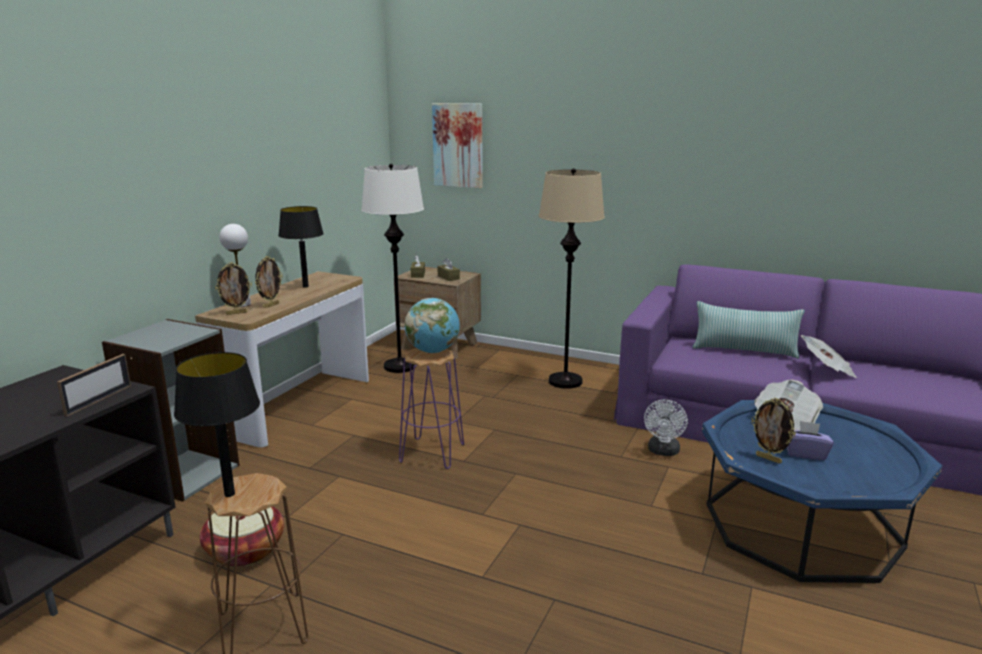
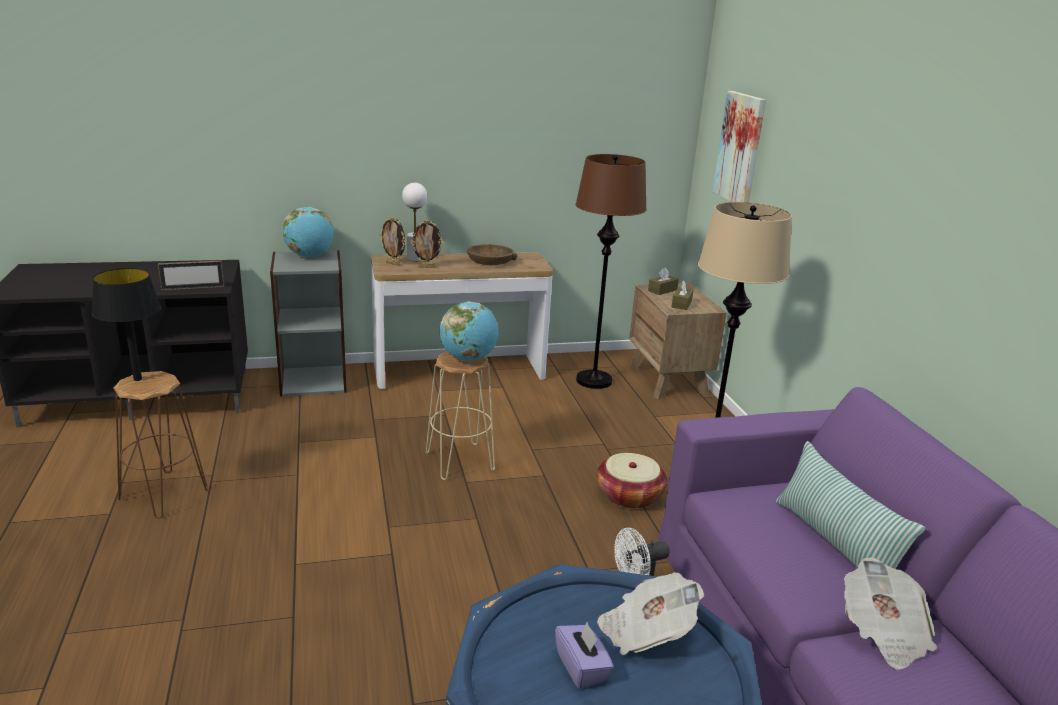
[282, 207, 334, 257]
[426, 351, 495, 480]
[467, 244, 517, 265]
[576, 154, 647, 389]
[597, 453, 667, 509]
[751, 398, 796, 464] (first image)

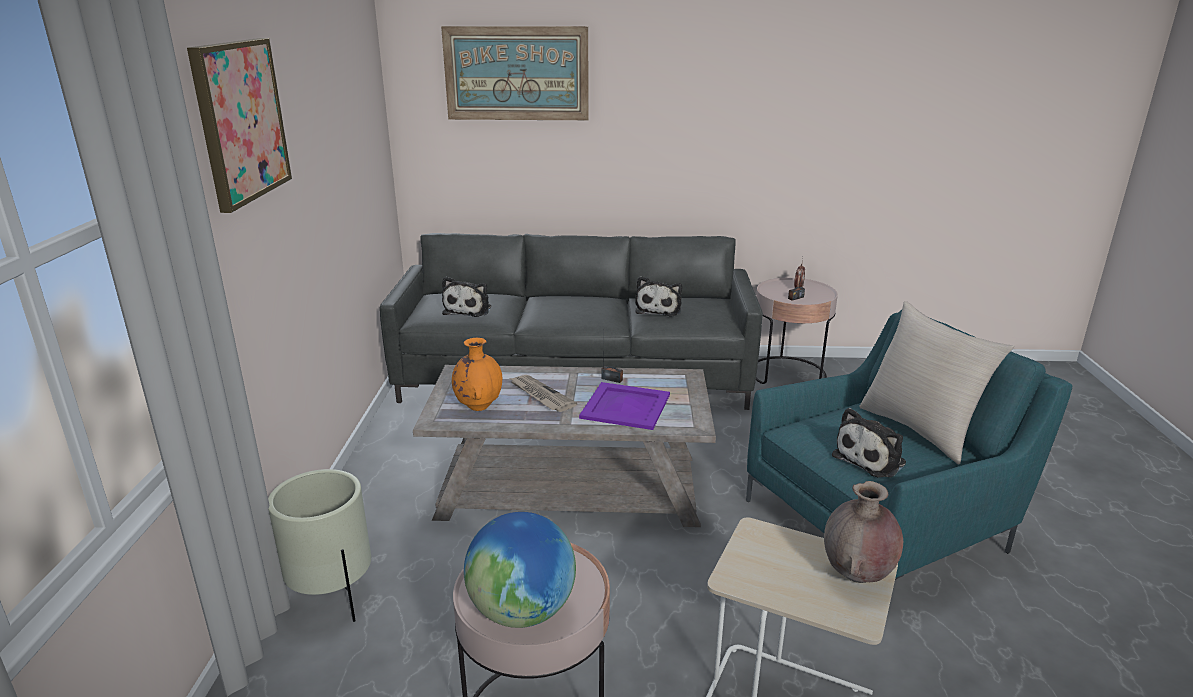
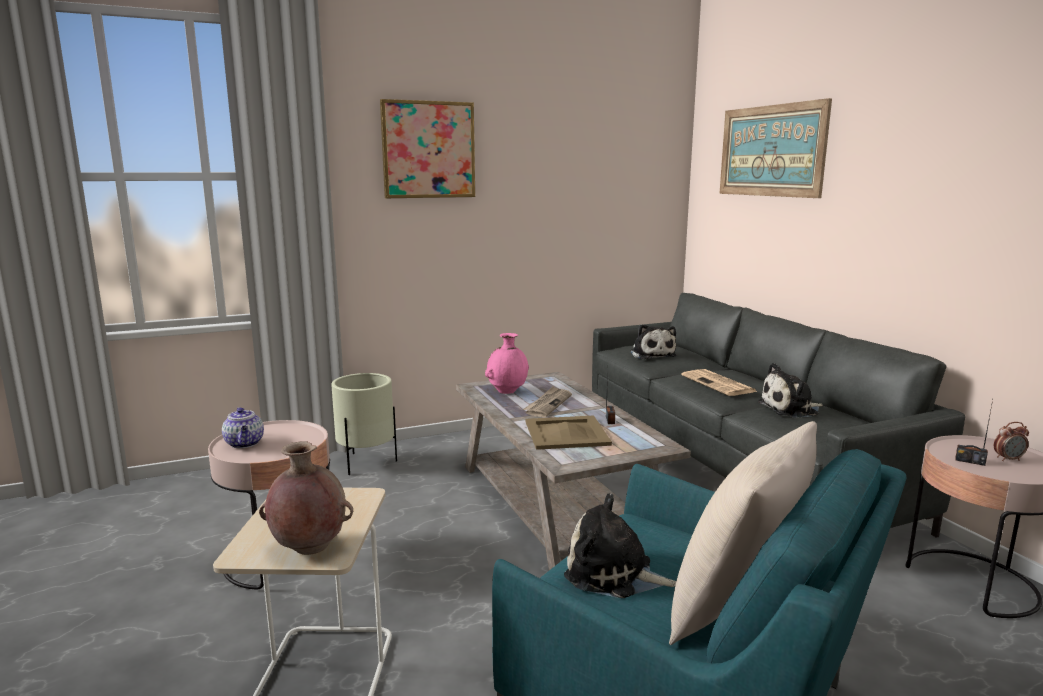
[222, 407, 264, 448]
[485, 333, 529, 394]
[525, 415, 612, 450]
[630, 324, 676, 359]
[681, 369, 757, 396]

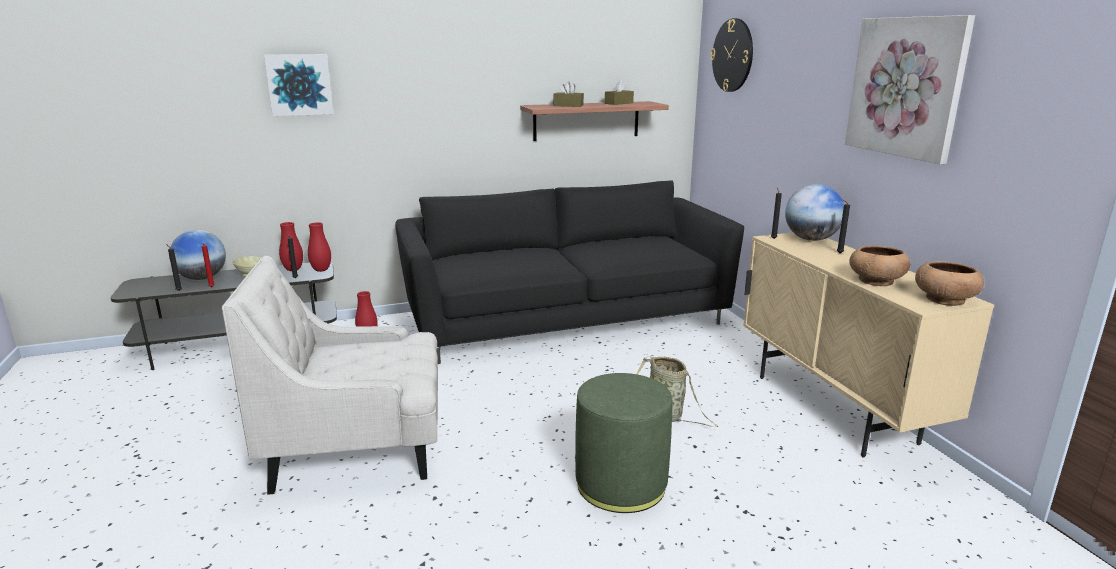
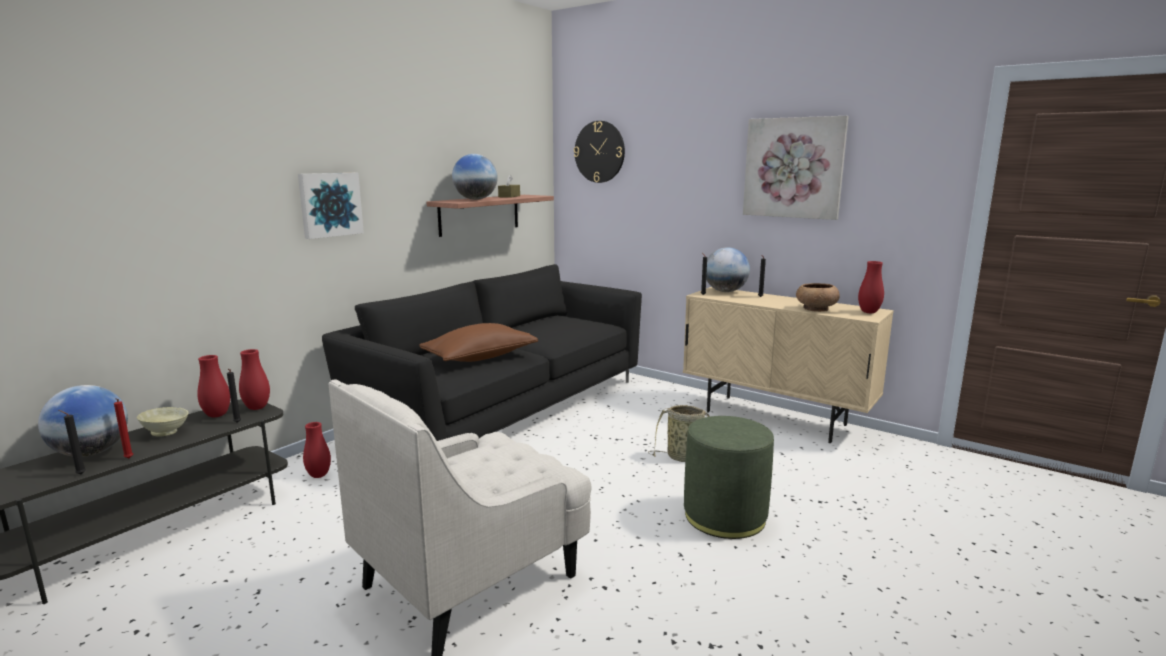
[298, 173, 364, 239]
[419, 323, 538, 362]
[452, 154, 498, 200]
[858, 261, 884, 313]

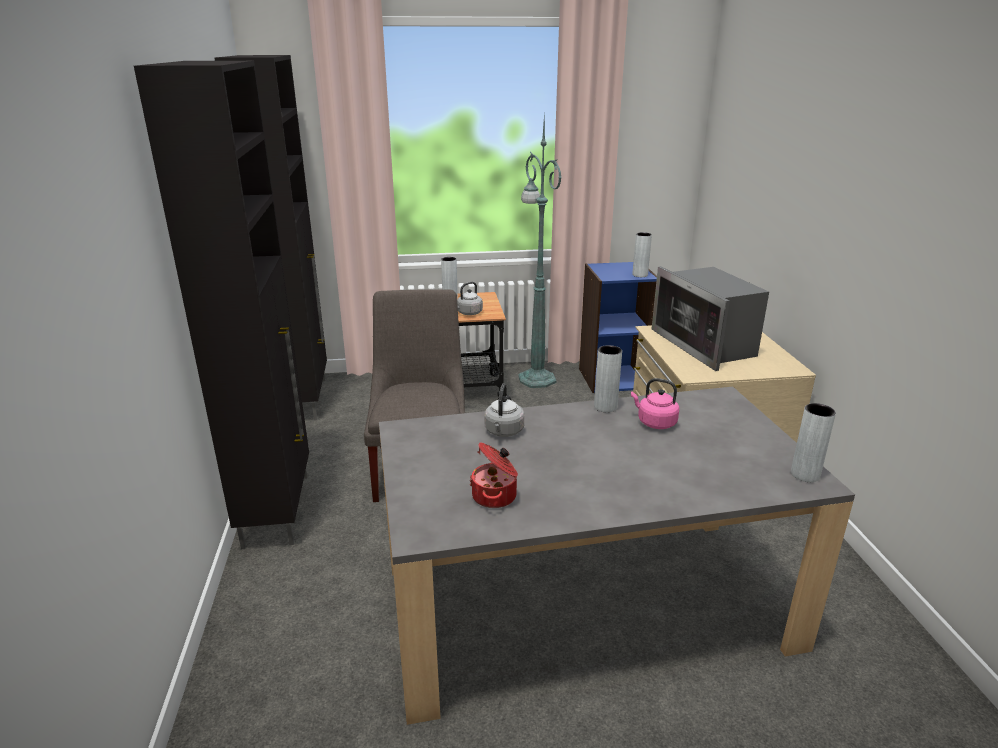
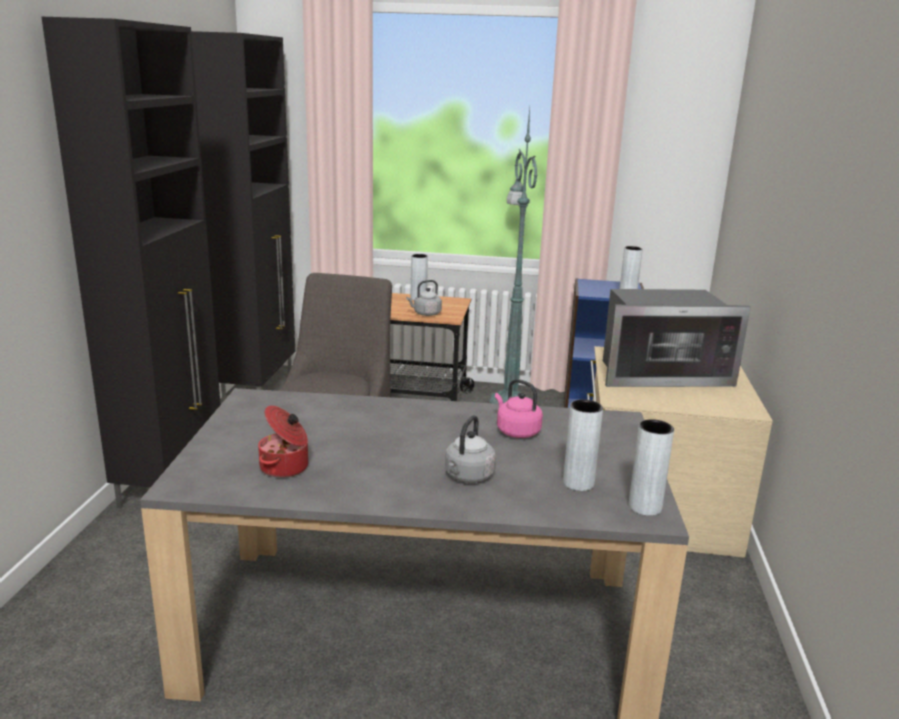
[445, 415, 496, 483]
[563, 400, 603, 491]
[603, 289, 751, 387]

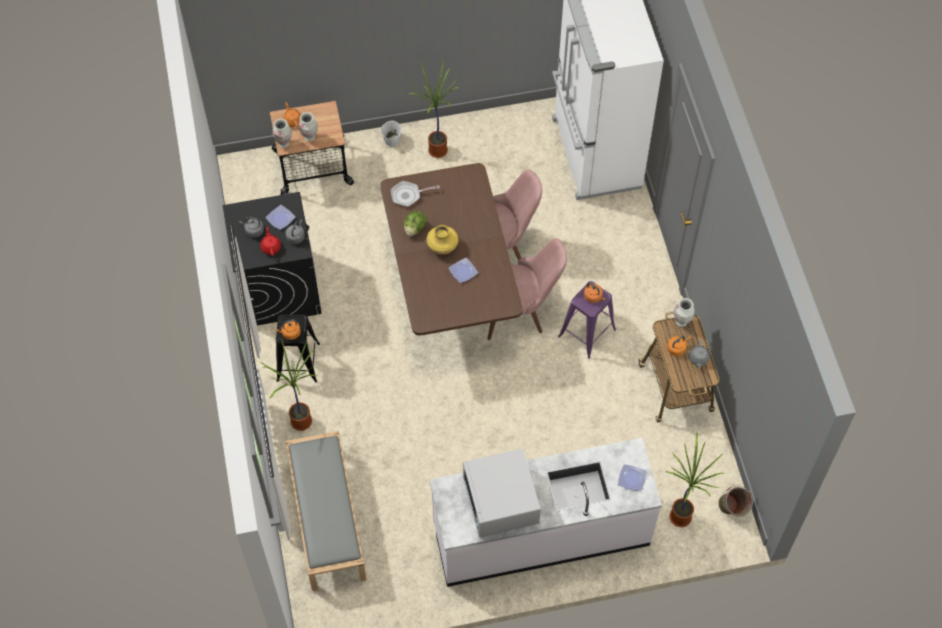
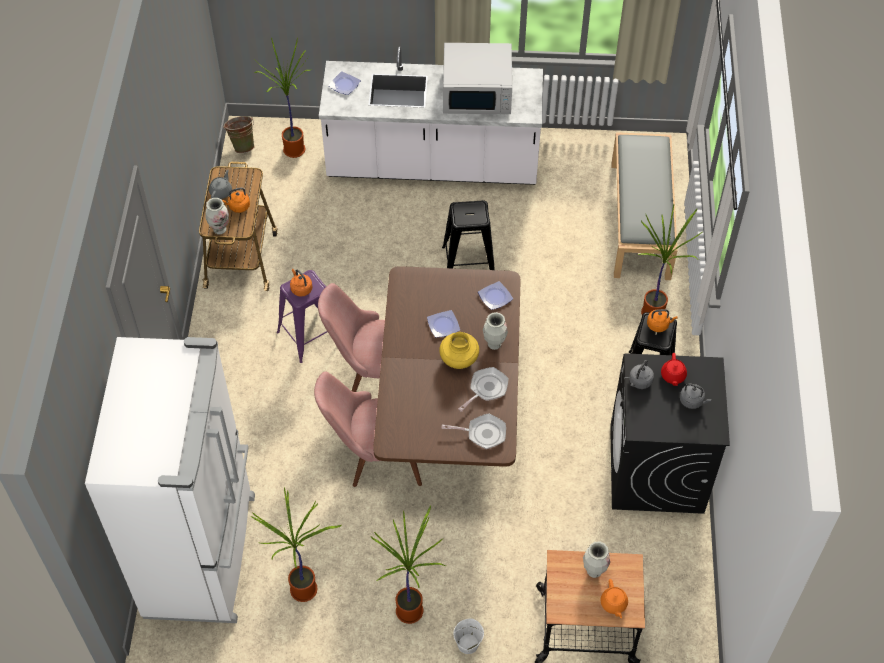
[251, 488, 341, 602]
[442, 200, 494, 270]
[443, 43, 512, 114]
[458, 367, 509, 412]
[478, 281, 513, 310]
[483, 312, 508, 350]

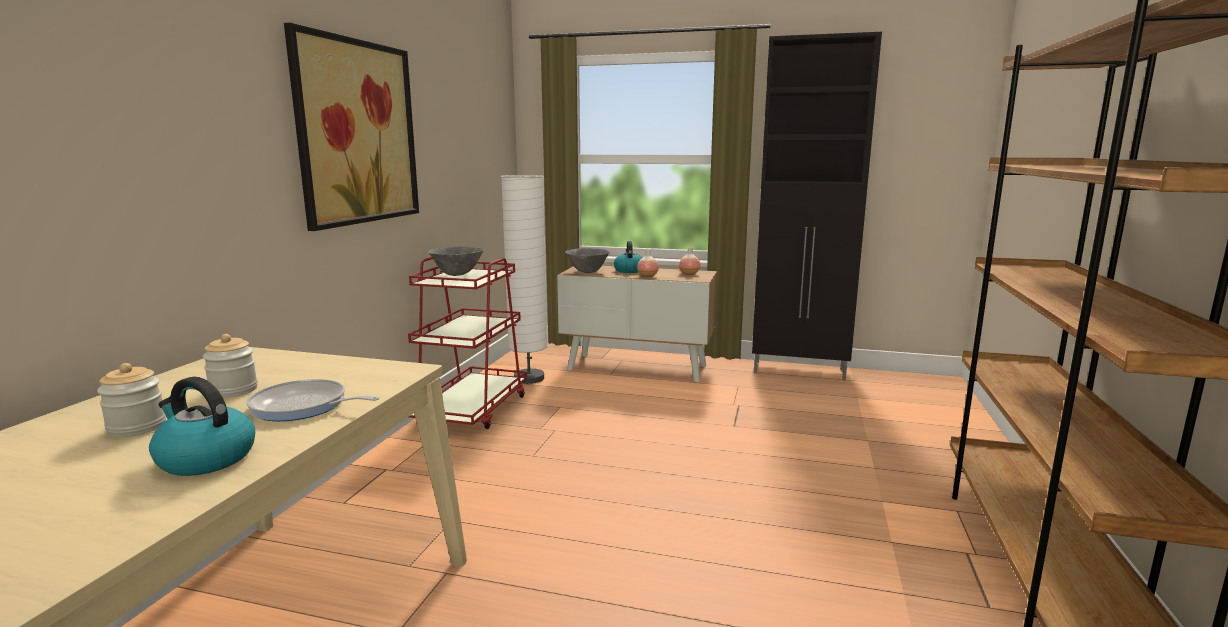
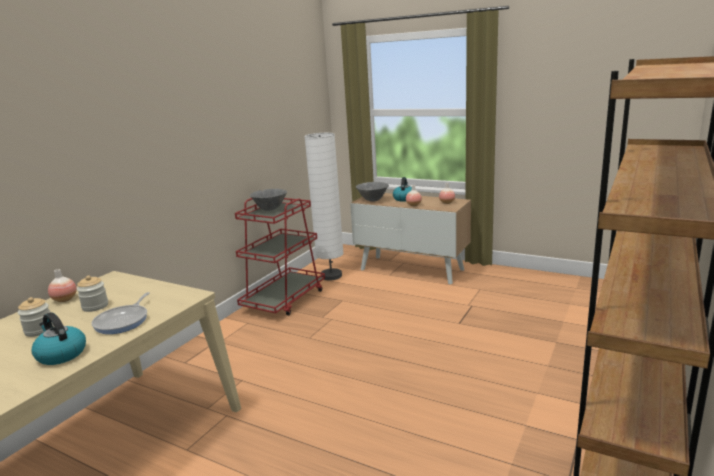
[48, 269, 77, 302]
[92, 292, 150, 334]
[284, 23, 419, 231] (first image)
[752, 32, 882, 381] (first image)

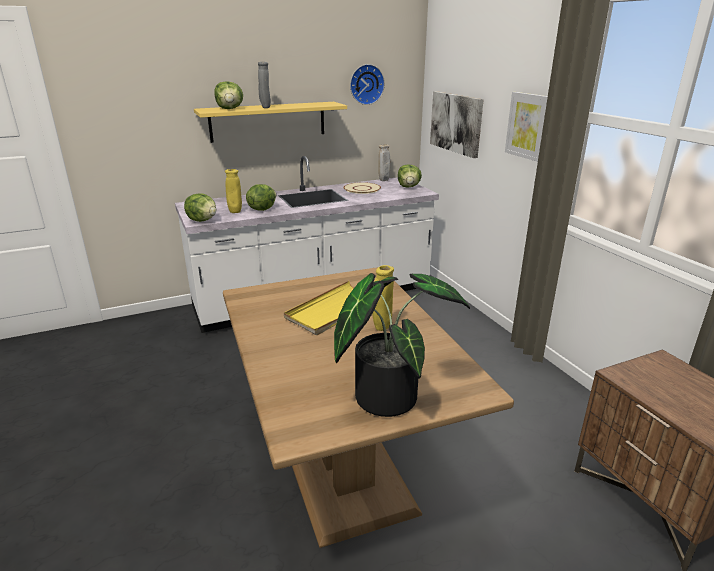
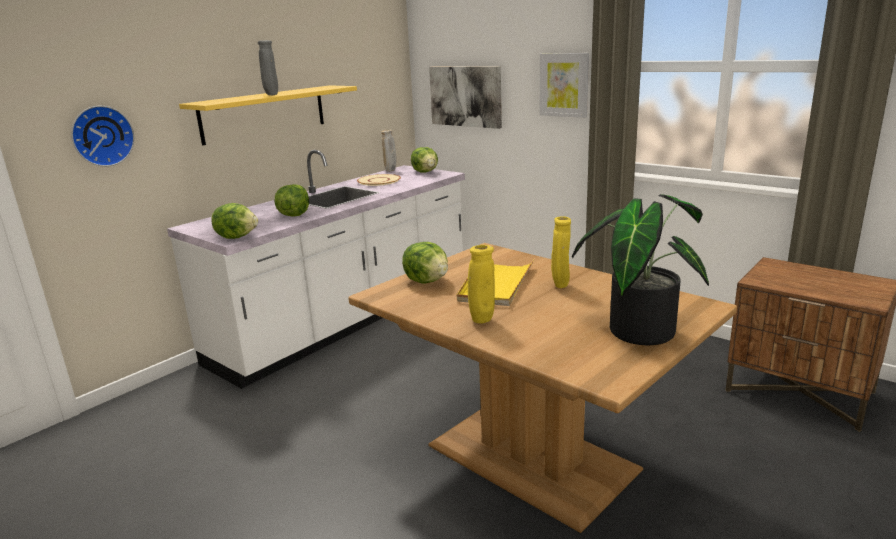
[71, 106, 135, 167]
[402, 242, 448, 284]
[468, 245, 495, 324]

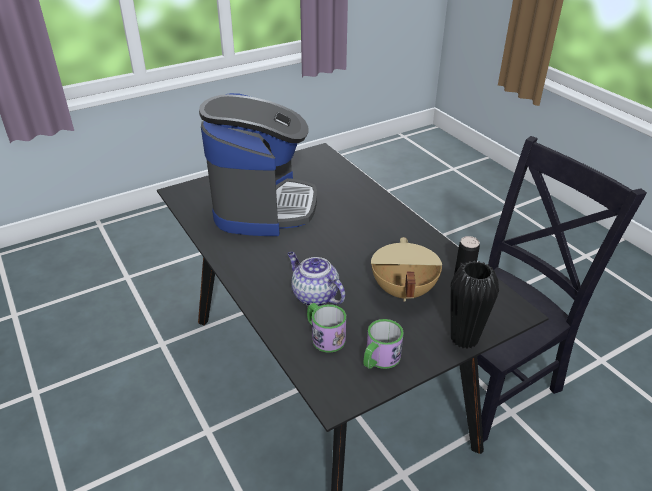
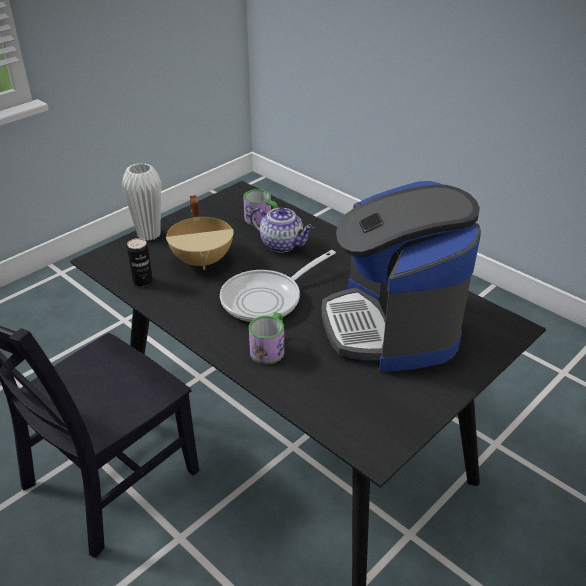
[122, 163, 161, 241]
[220, 250, 336, 322]
[249, 312, 284, 365]

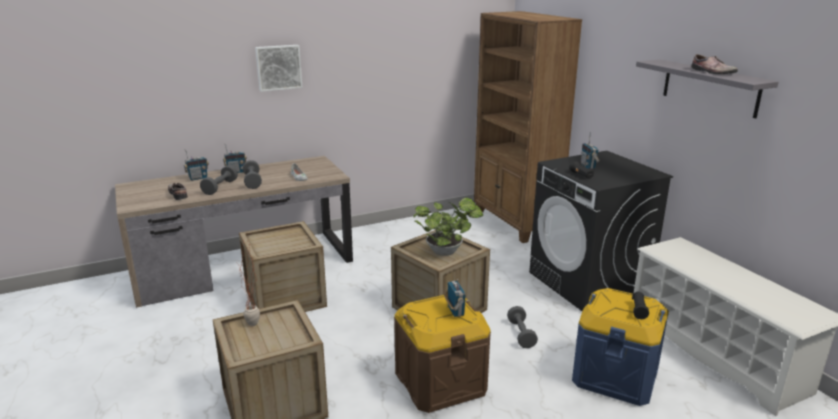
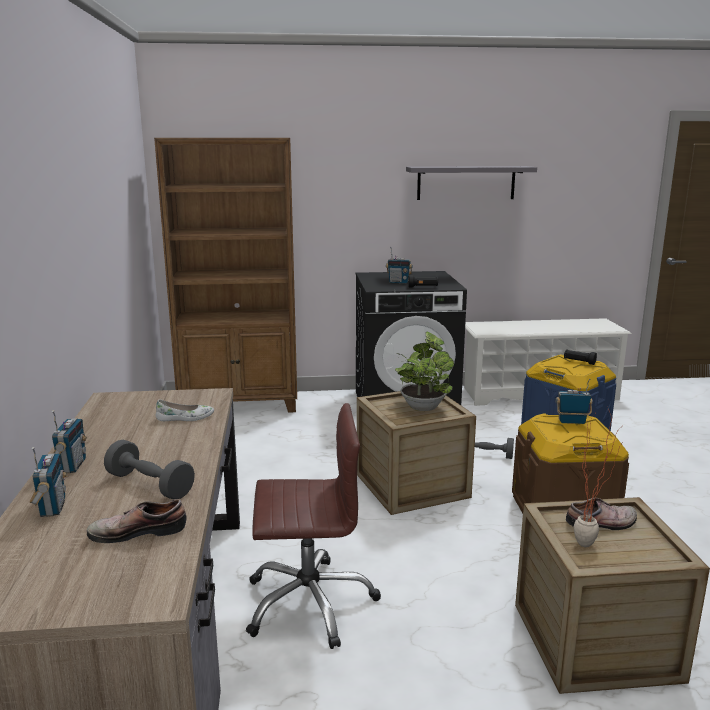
[246, 403, 381, 649]
[566, 498, 637, 530]
[243, 160, 262, 189] (first image)
[255, 45, 303, 92] (first image)

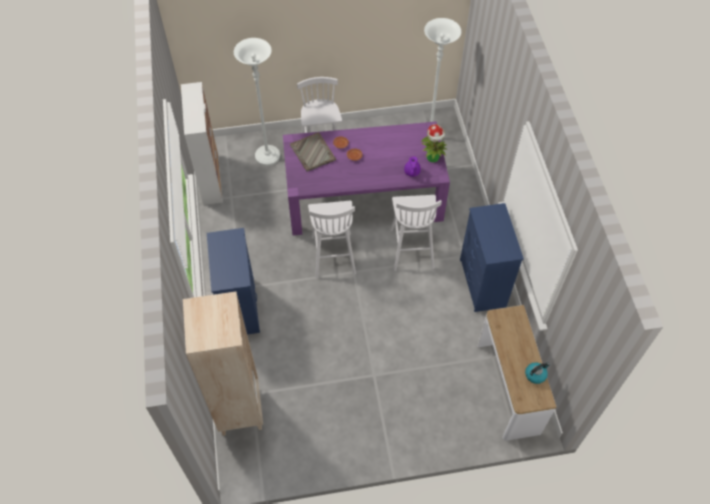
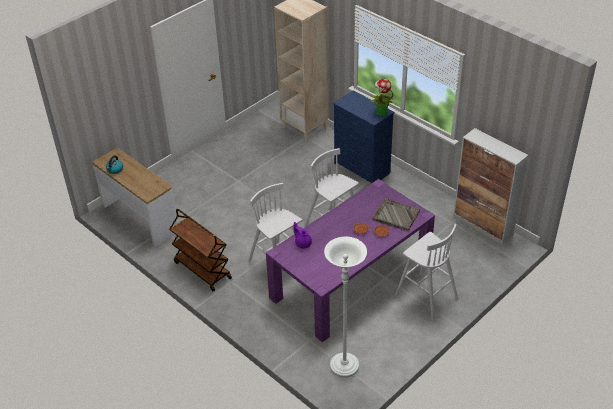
[170, 209, 232, 292]
[369, 79, 393, 116]
[234, 38, 280, 166] (first image)

